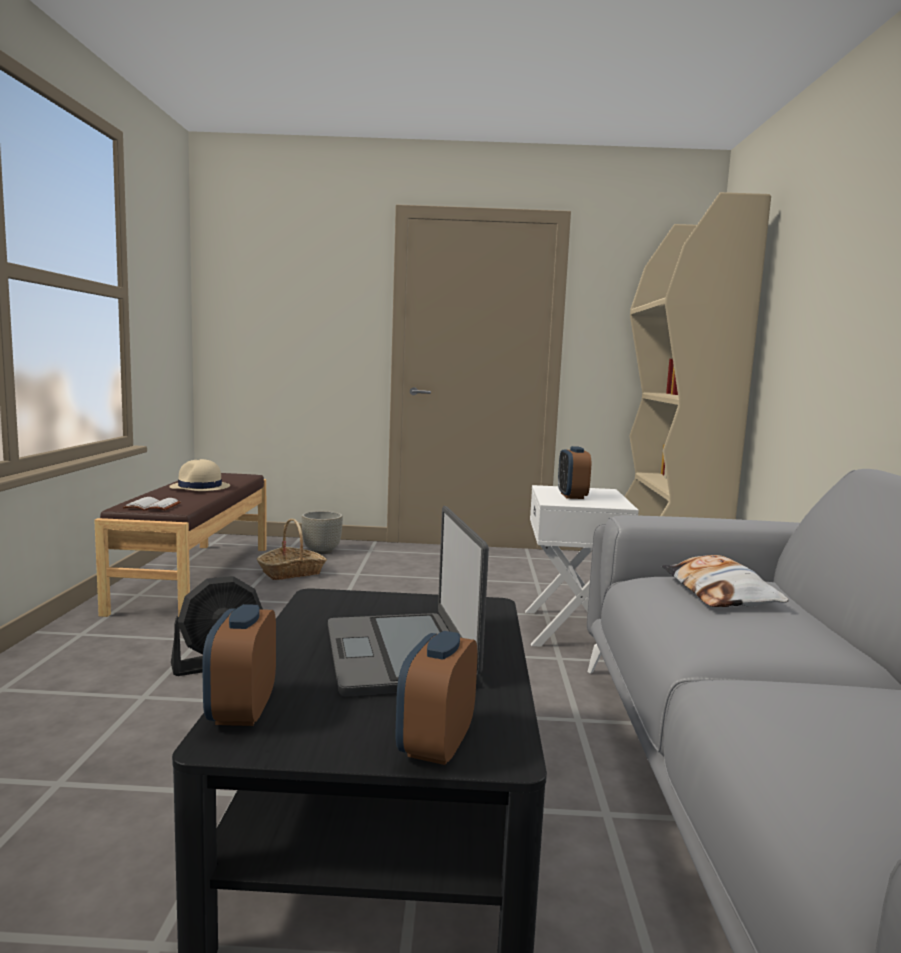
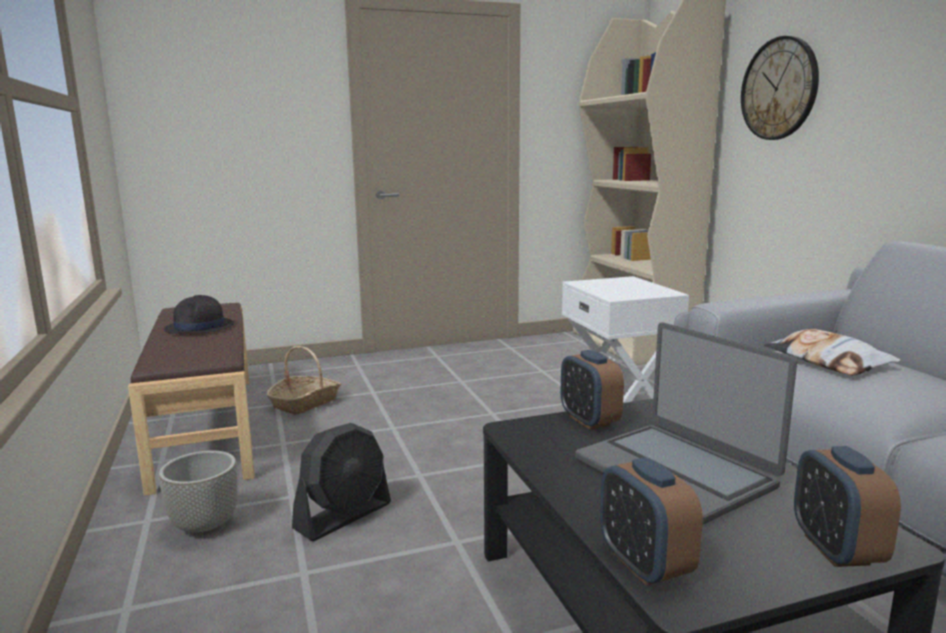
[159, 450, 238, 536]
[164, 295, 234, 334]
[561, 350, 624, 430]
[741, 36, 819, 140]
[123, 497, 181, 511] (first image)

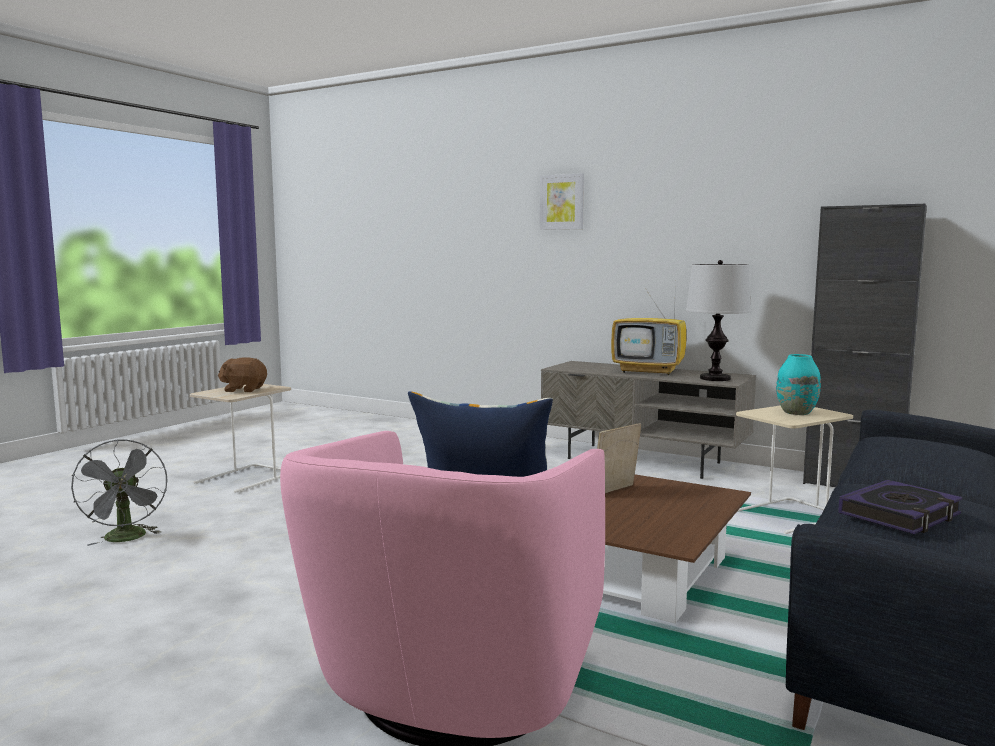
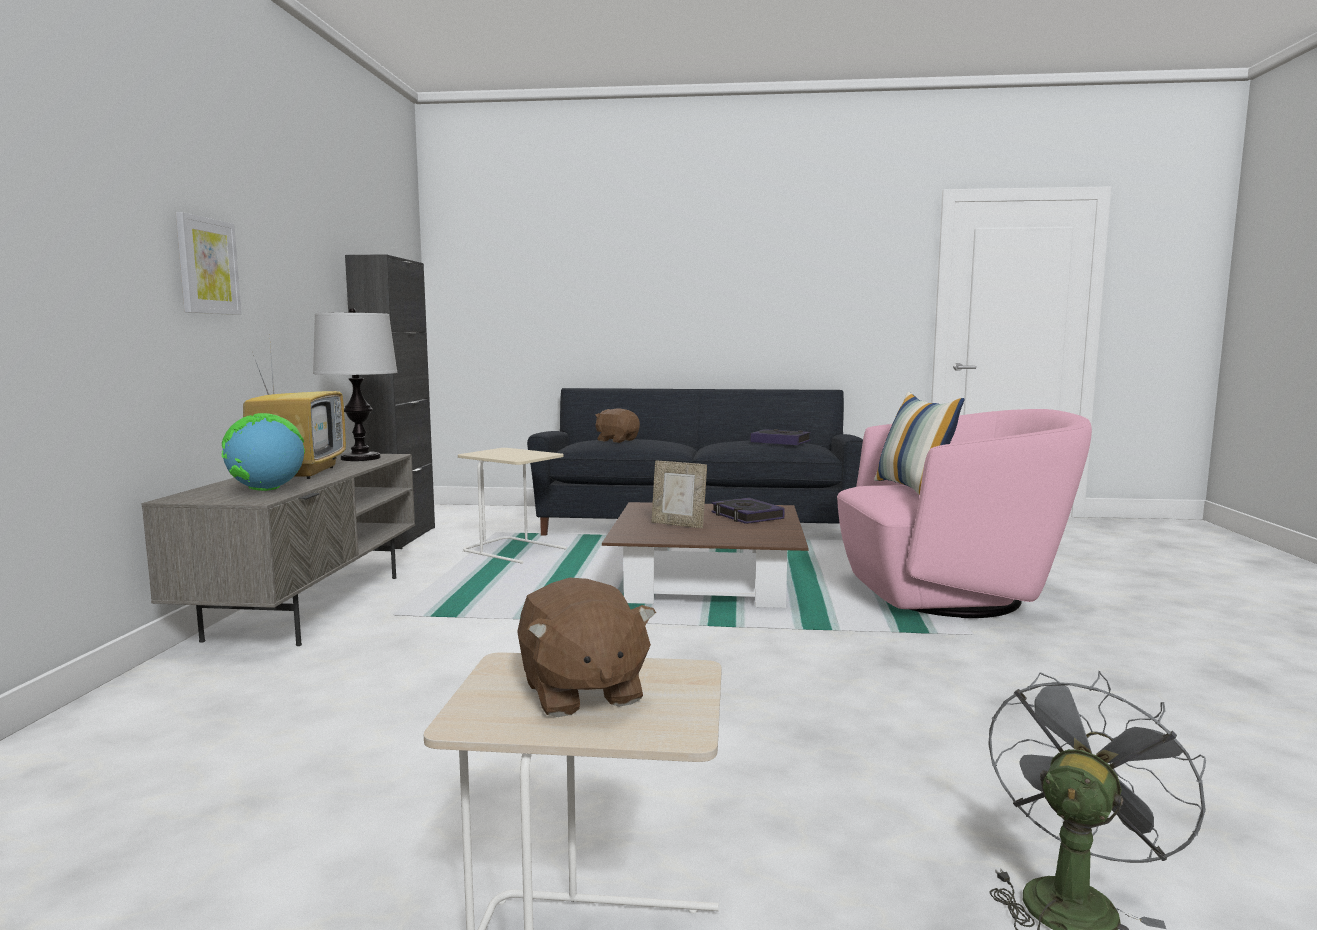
[176, 212, 241, 315]
[221, 413, 305, 491]
[595, 408, 640, 443]
[711, 498, 785, 524]
[776, 354, 821, 415] (first image)

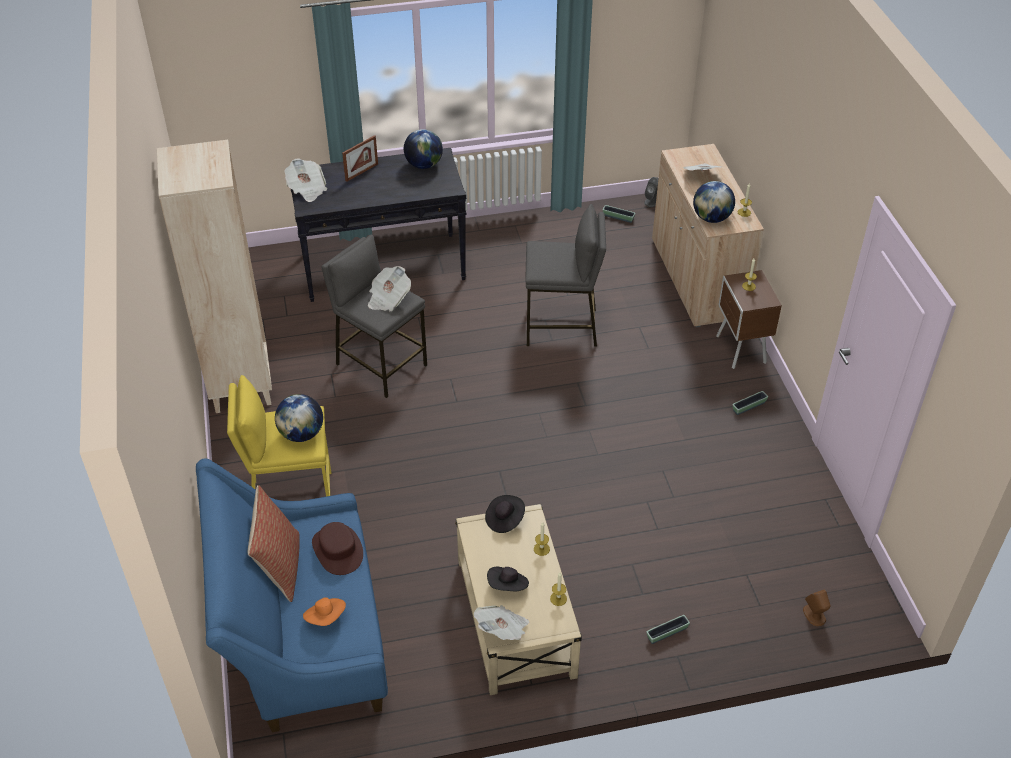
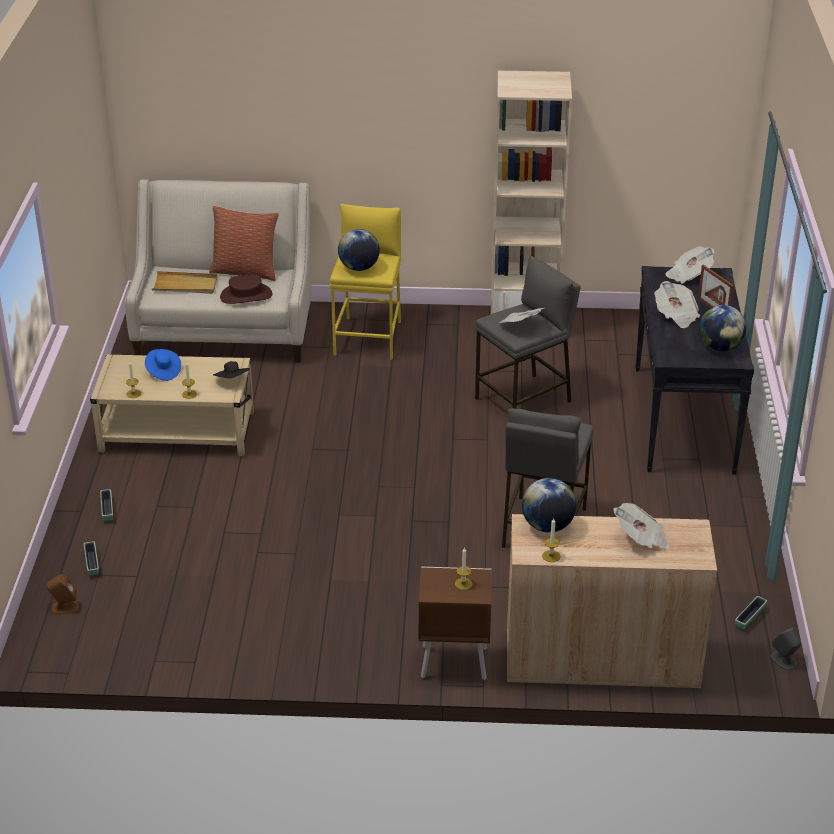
[84, 541, 99, 577]
[125, 179, 312, 363]
[145, 349, 181, 381]
[152, 271, 218, 294]
[654, 281, 700, 328]

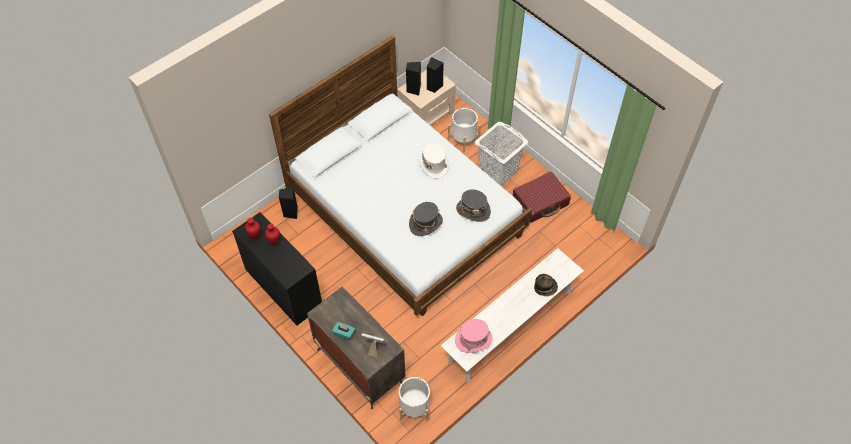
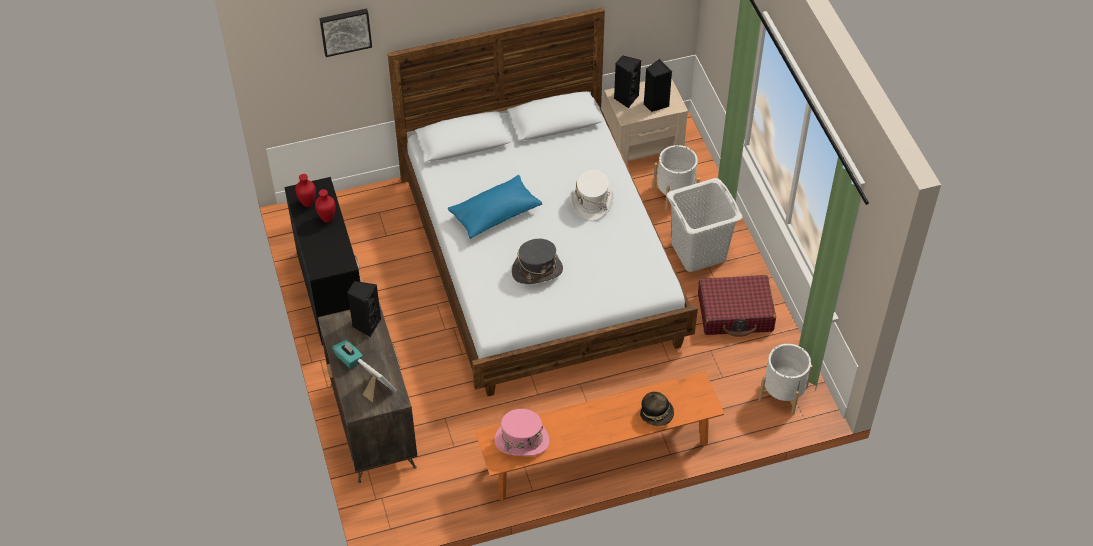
[320, 9, 372, 57]
[347, 281, 381, 337]
[448, 175, 542, 239]
[475, 371, 724, 500]
[759, 344, 812, 415]
[456, 189, 491, 222] (first image)

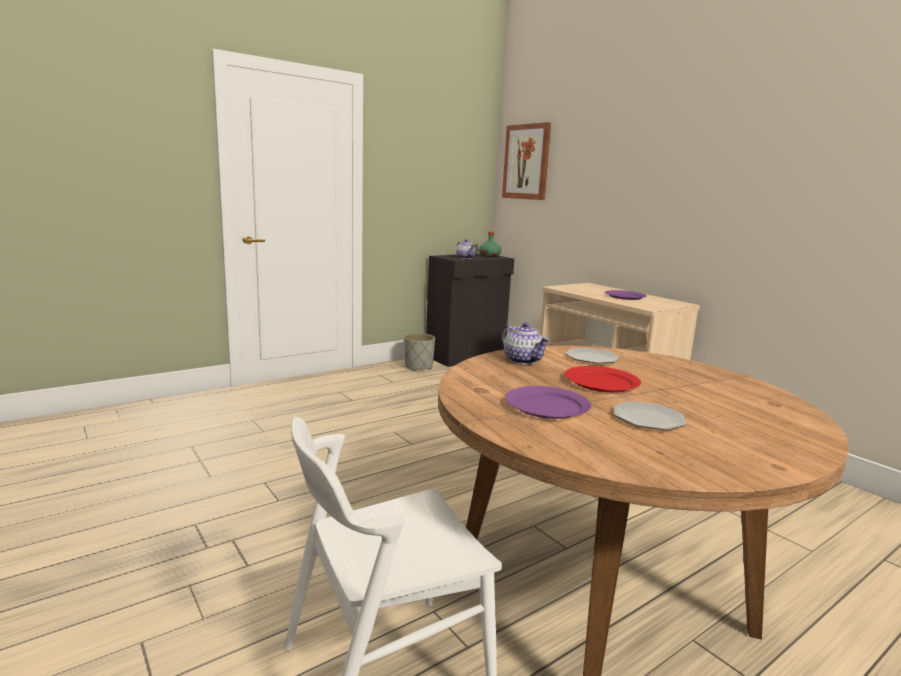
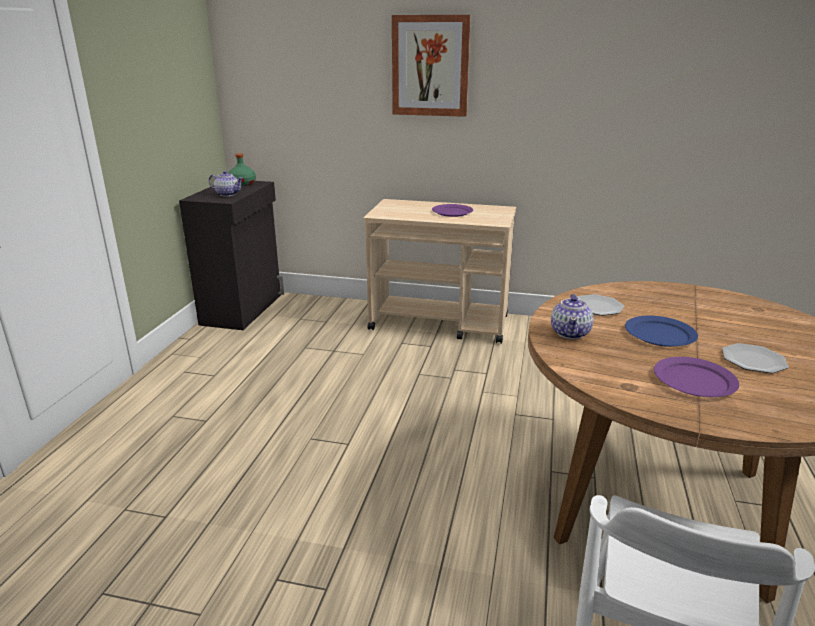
[392, 15, 471, 117]
[551, 294, 594, 339]
[625, 316, 698, 347]
[404, 333, 435, 371] (first image)

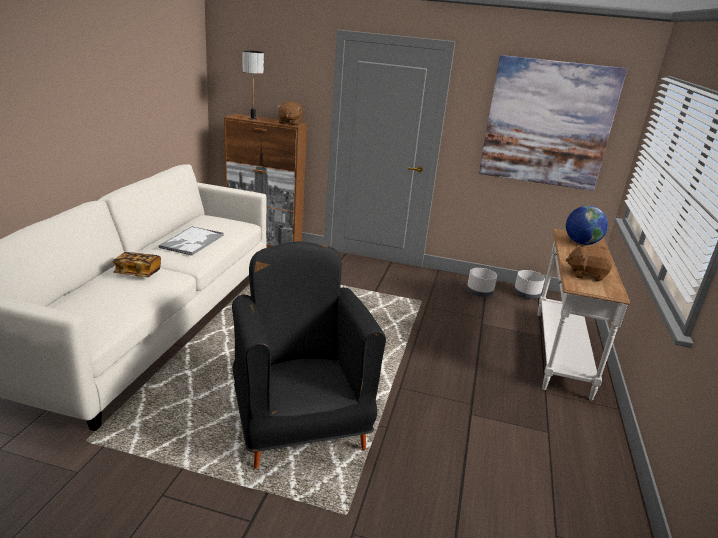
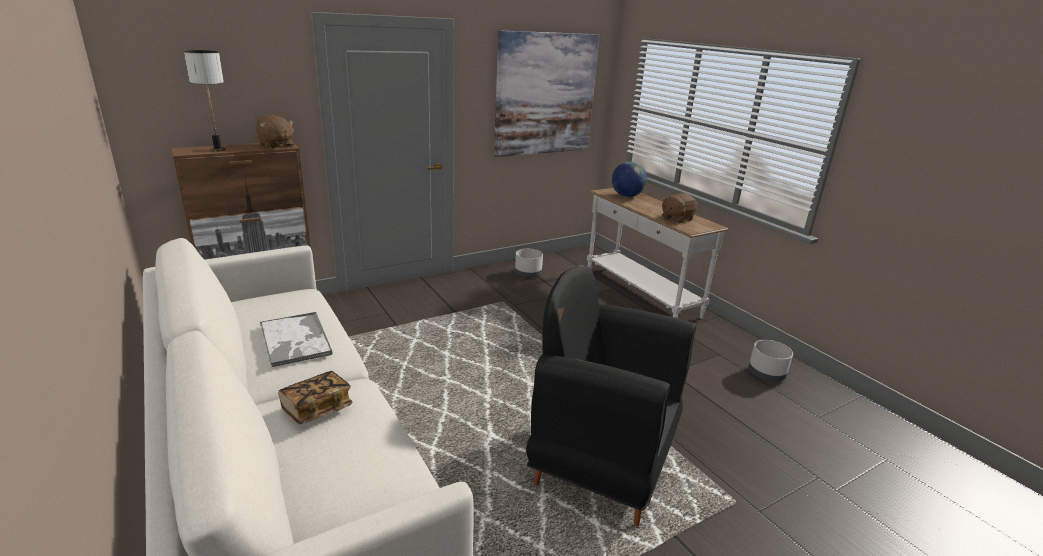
[749, 340, 793, 381]

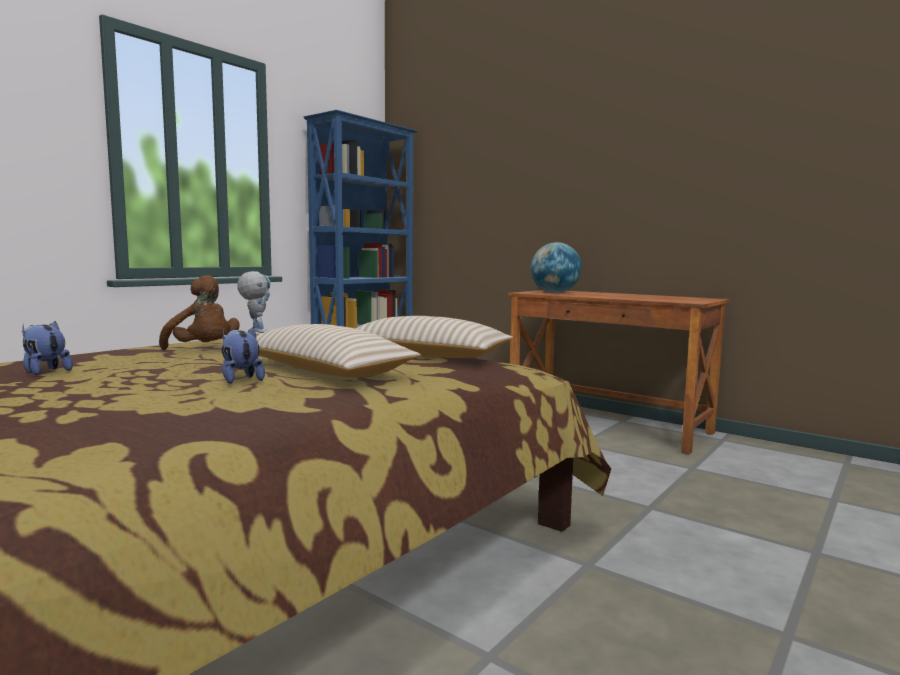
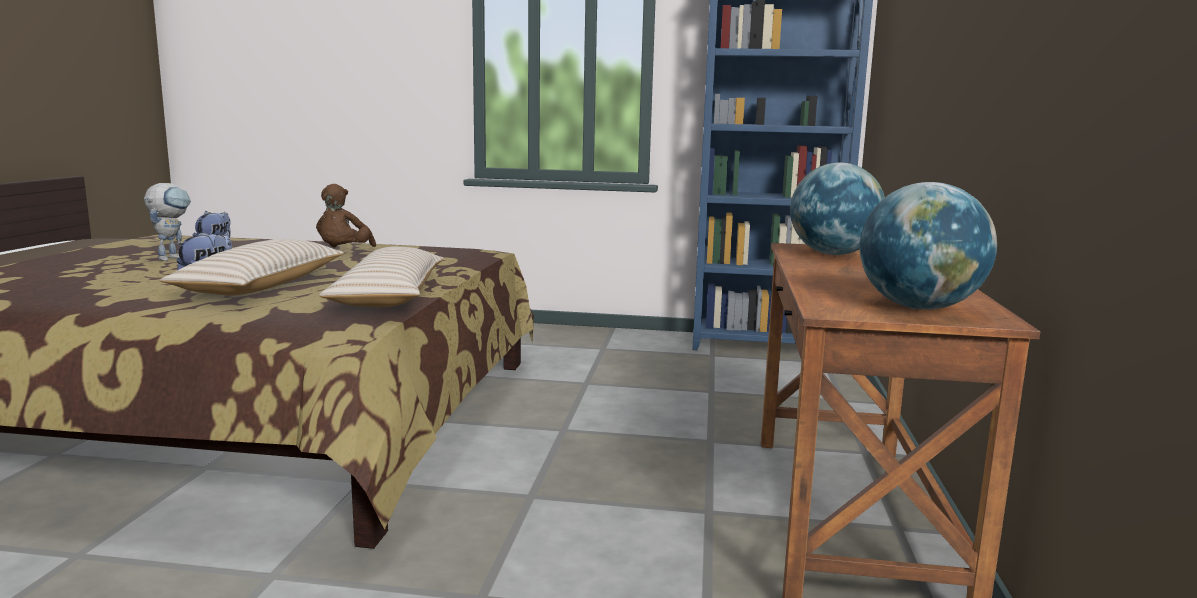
[144, 183, 191, 261]
[860, 182, 997, 310]

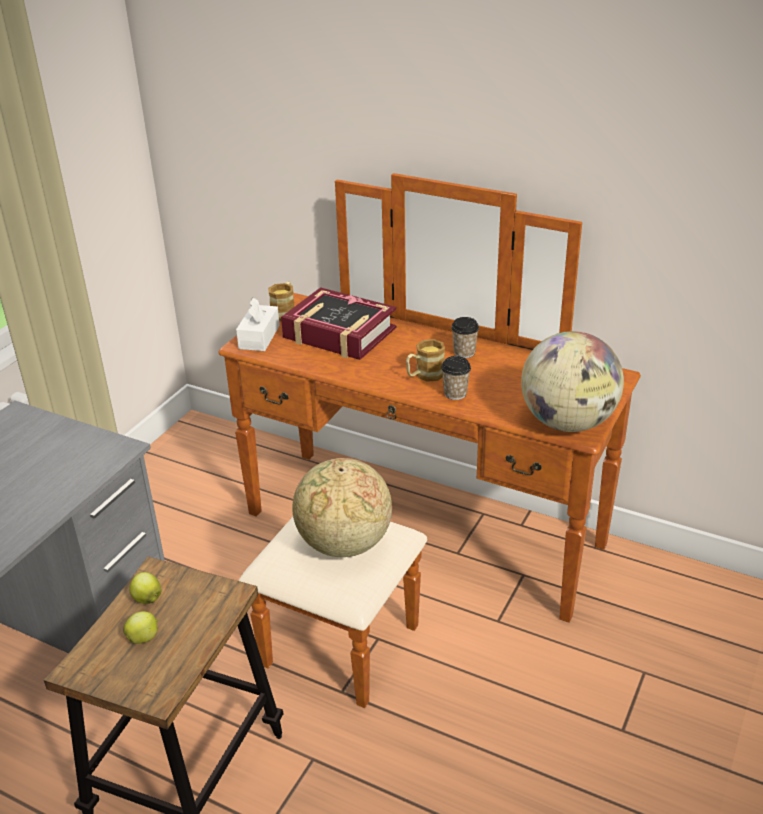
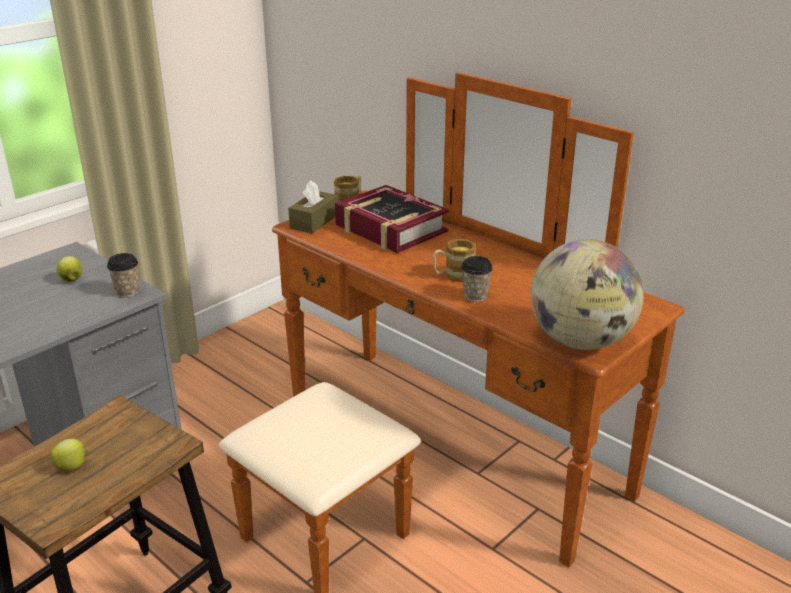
[56, 256, 82, 282]
[107, 253, 139, 298]
[288, 181, 338, 233]
[292, 458, 392, 557] (first image)

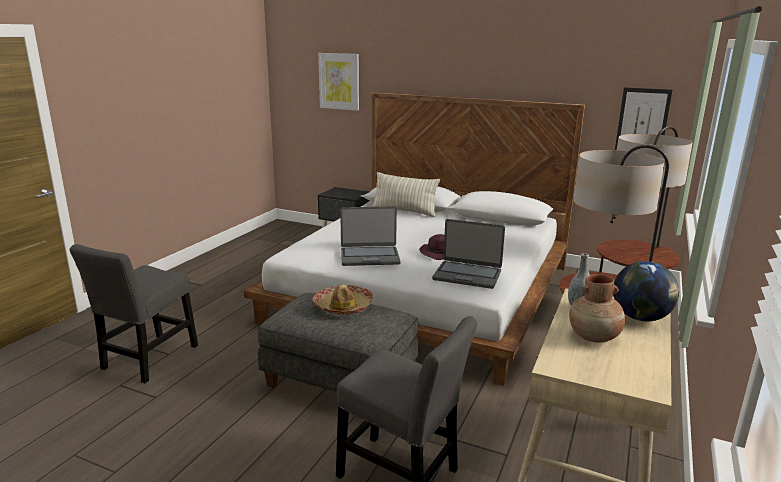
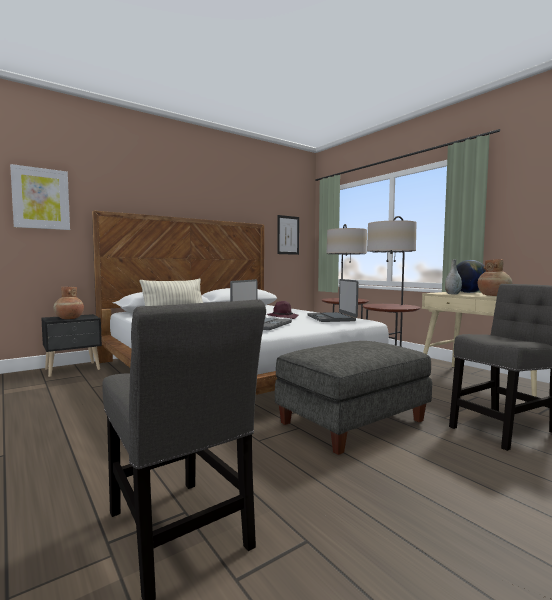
[53, 287, 84, 319]
[307, 279, 358, 322]
[312, 285, 374, 315] (first image)

